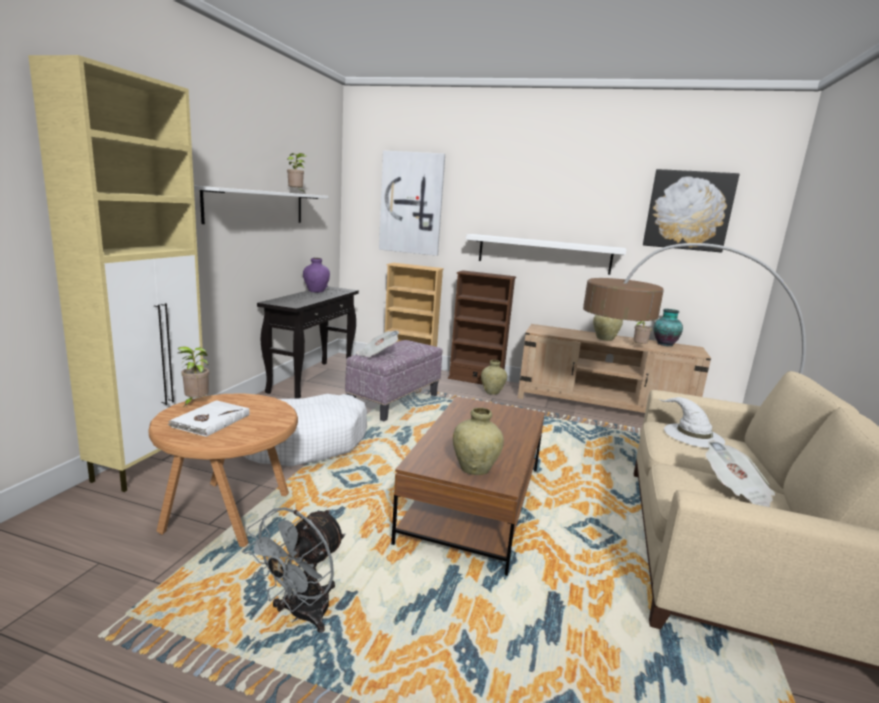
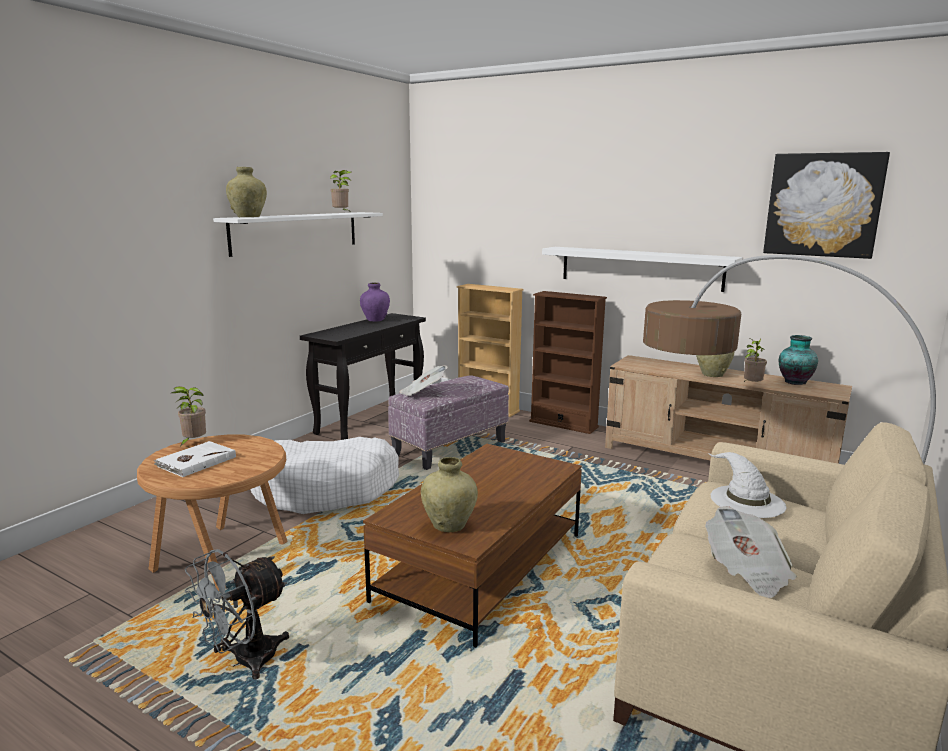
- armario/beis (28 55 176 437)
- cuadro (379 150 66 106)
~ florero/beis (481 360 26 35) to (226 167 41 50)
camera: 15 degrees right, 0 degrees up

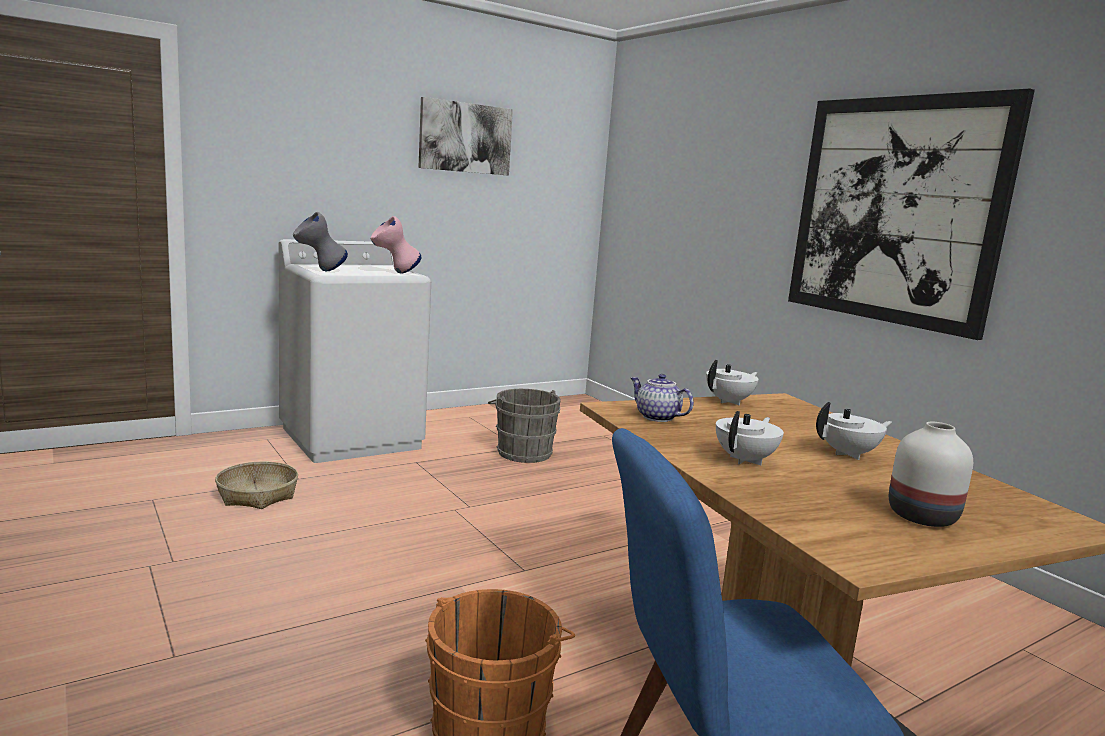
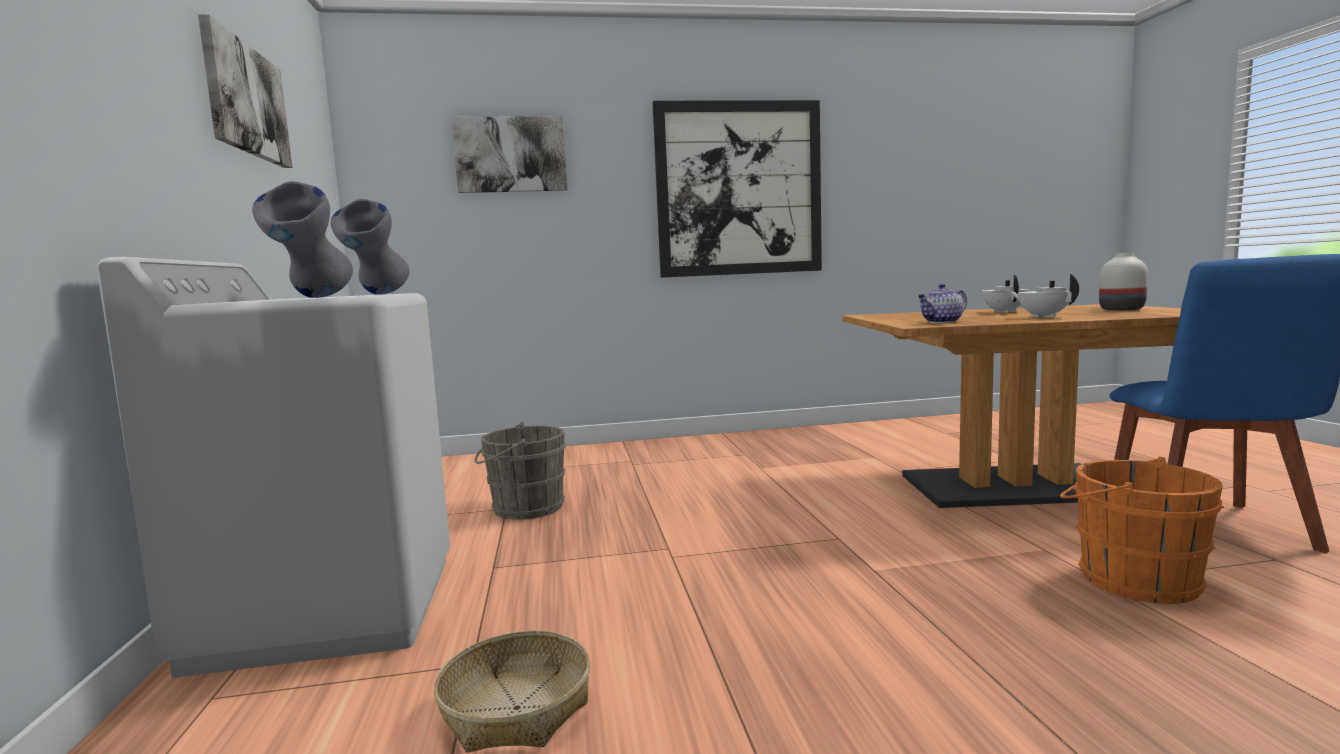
~ florero/rosa (370 216 51 58) to florero/gris (330 199 79 95)
- tetera/blanco (706 360 53 45)
+ cuadro (452 116 116 77)
camera: 65 degrees left, 5 degrees down

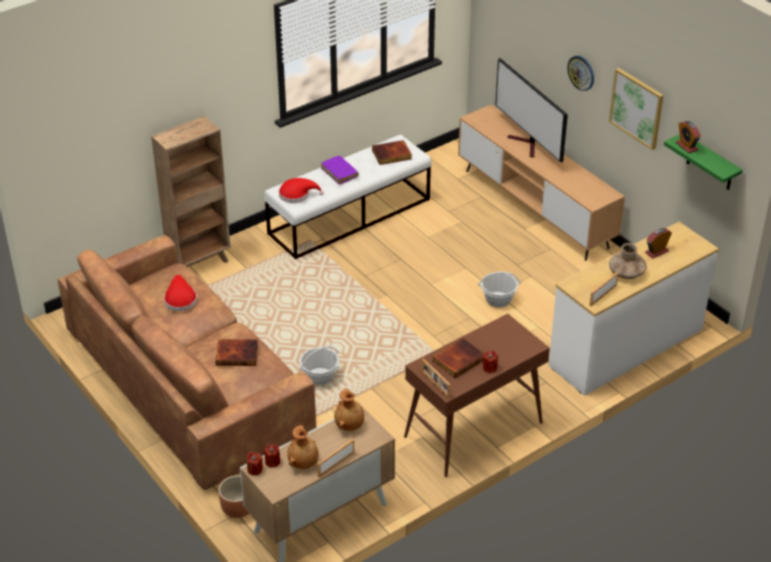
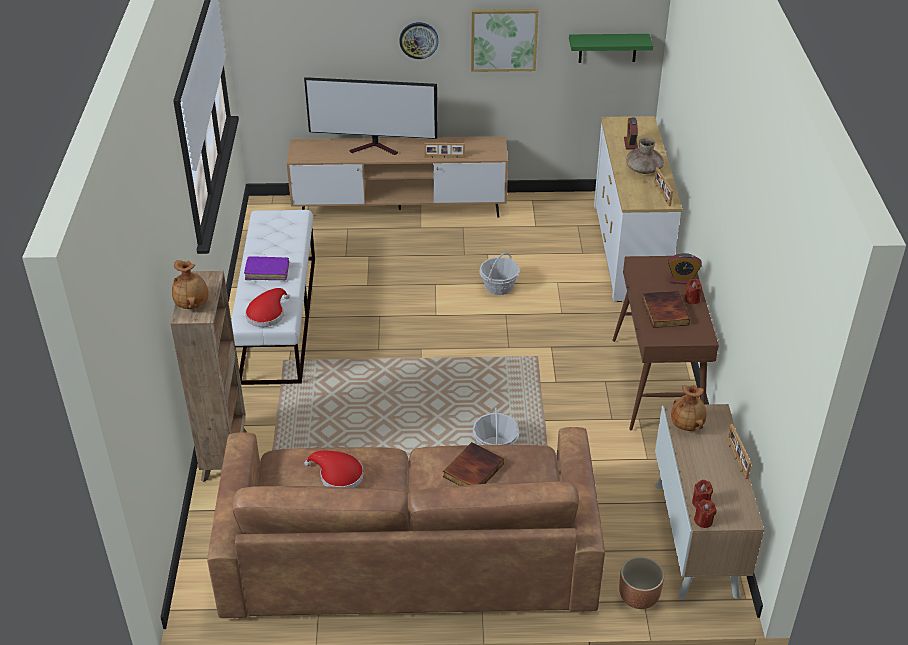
~ despertador (676 121 25 32) to (668 253 34 31)
- libro (372 140 40 25)
~ portarretratos (422 358 28 41) to (424 143 41 15)
~ florero/marrón (287 425 31 44) to (172 260 37 49)
camera: 55 degrees left, 0 degrees up

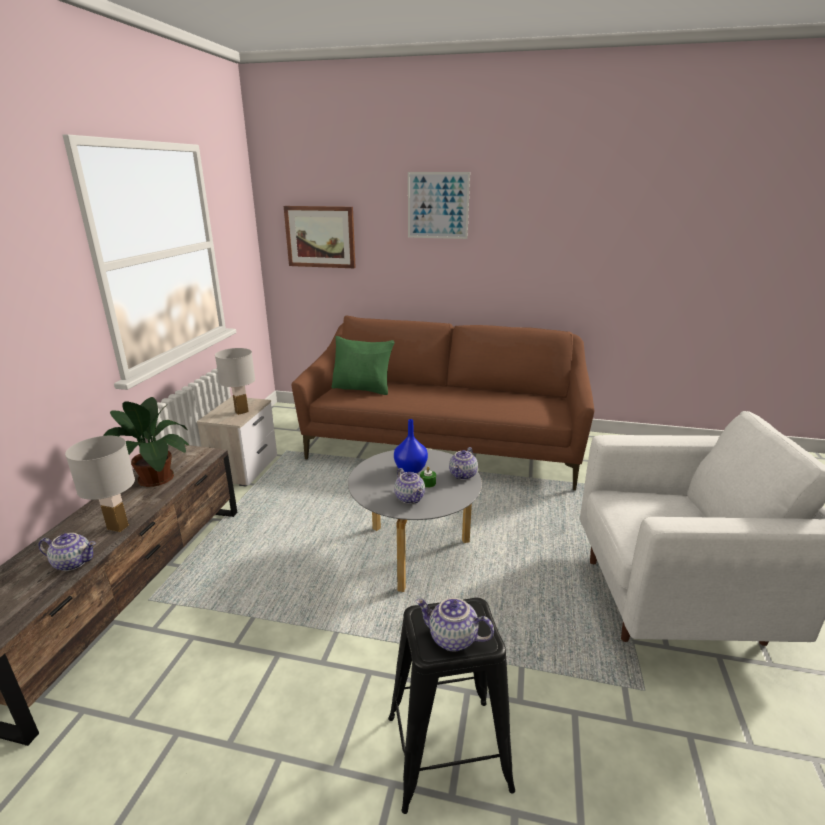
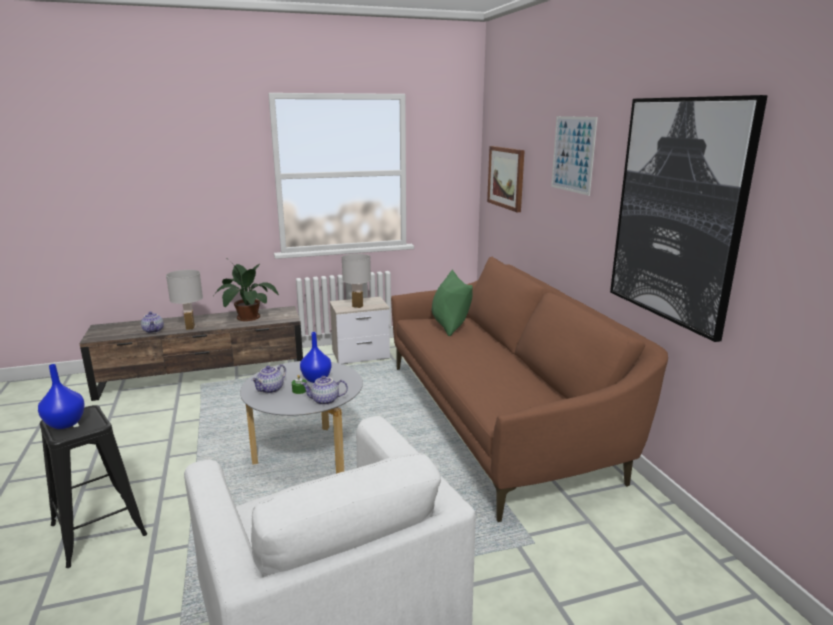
~ tetera (416 598 78 53) to florero/azul (38 364 47 65)
+ cuadro (610 95 158 247)
camera: 60 degrees right, 5 degrees down

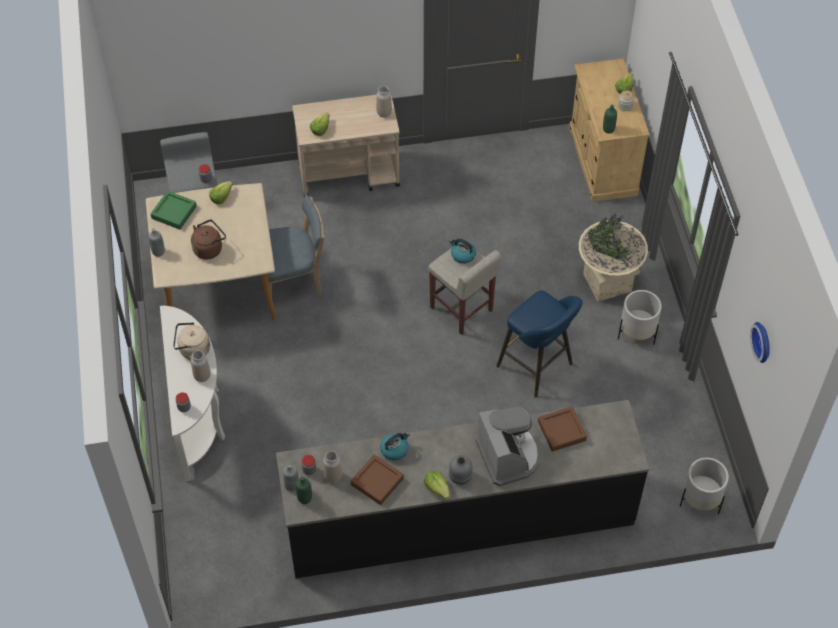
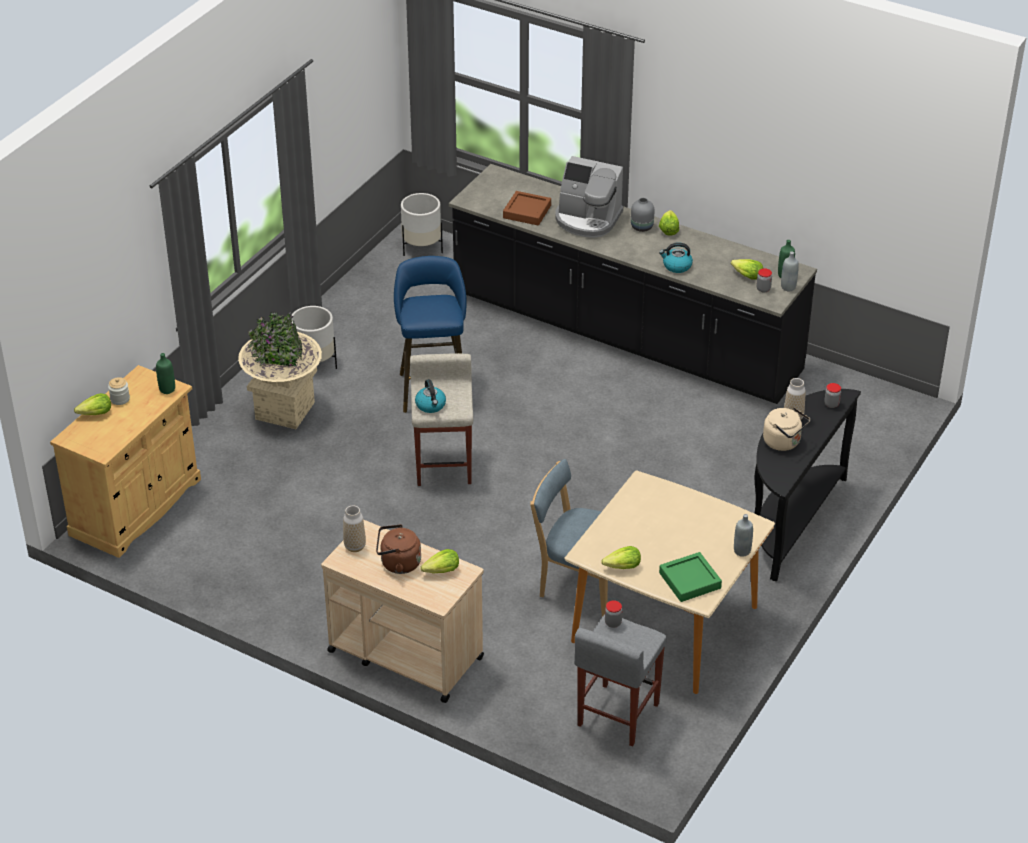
~ hervidor/marrón (191 219 35 40) to (376 524 45 50)
~ mesa consola/blanco (160 306 65 175) to mesa consola/negro (754 389 107 192)
- reloj de pared (750 322 20 41)
~ cafetera (476 407 65 79) = (555 156 68 82) 90 degrees counterclockwise
~ florero (323 451 19 32) to lechuga (731 259 33 21)
- bandeja/marrón (351 455 53 50)
camera: 140 degrees left, 15 degrees down

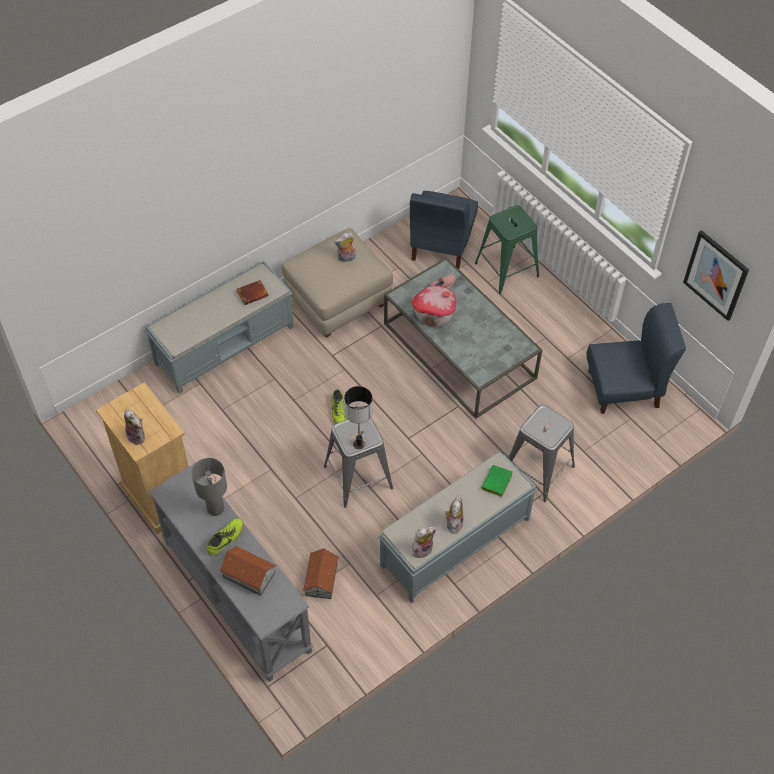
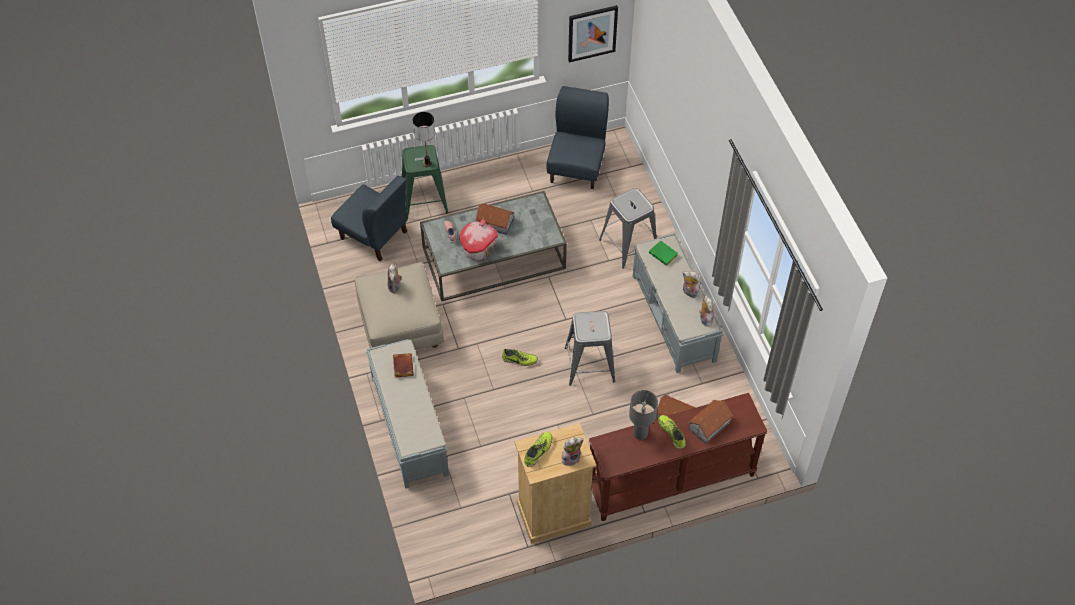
~ lámpara de mesa (344 386 28 63) to (413 112 22 56)
~ mesa consola/gris (149 463 164 219) to mesa consola/marrón (589 393 179 128)
+ casita (475 204 40 31)
+ zapato (524 432 28 35)
camera: 70 degrees left, 0 degrees up

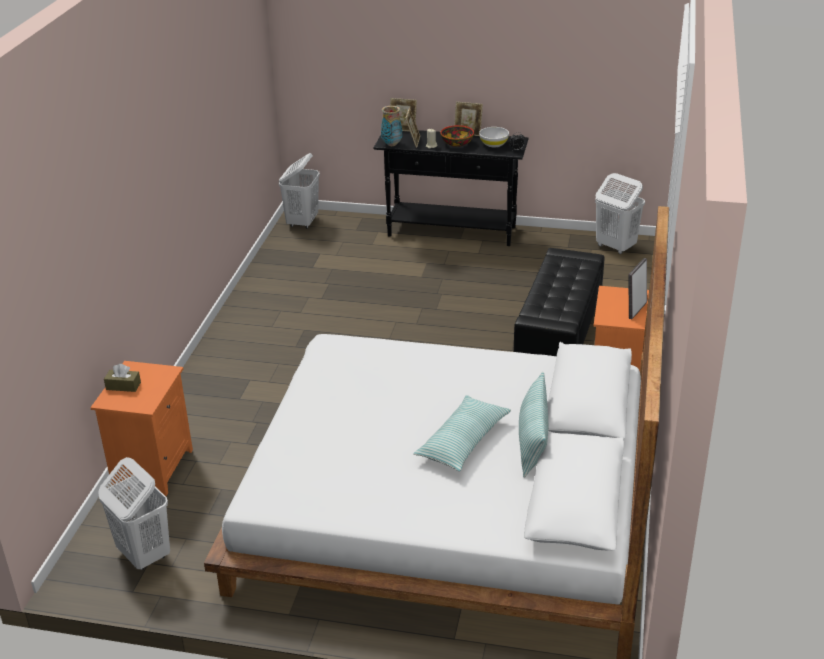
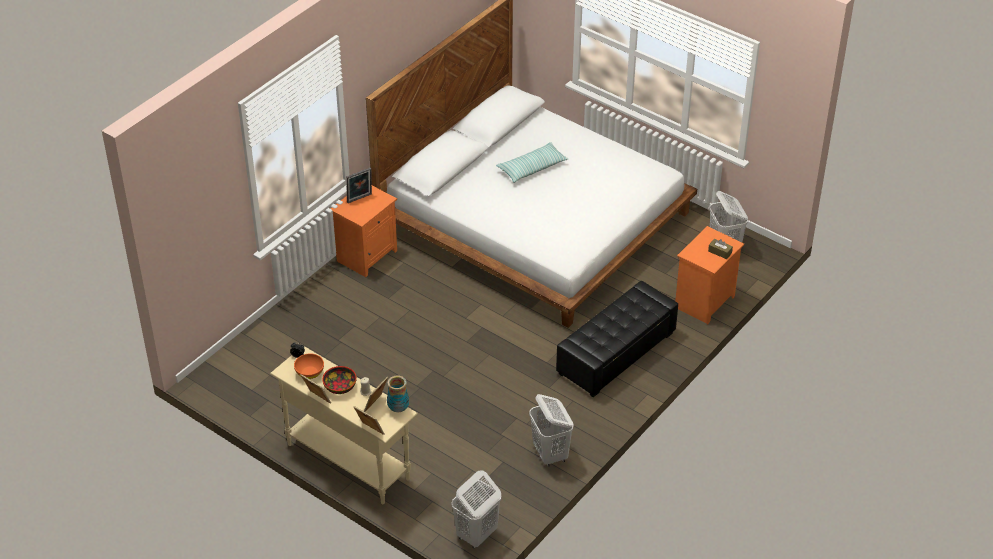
~ cuenco/blanco (479 127 30 20) to cuenco/naranja (294 353 30 26)
~ mesa consola/negro (373 130 156 116) to mesa consola/beis (270 346 148 158)
~ cesto de la ropa/blanco (595 173 50 81) to (529 394 44 73)
~ puf/negro (513 248 92 108) to (556 281 122 116)
- cojín (519 372 29 106)
camera: 155 degrees left, 10 degrees up

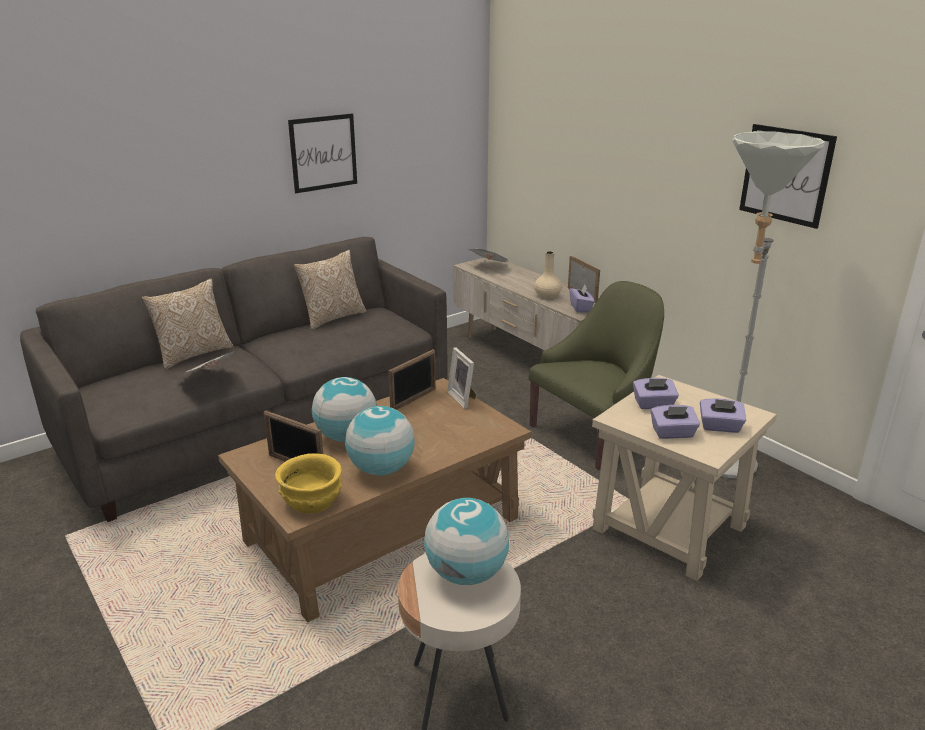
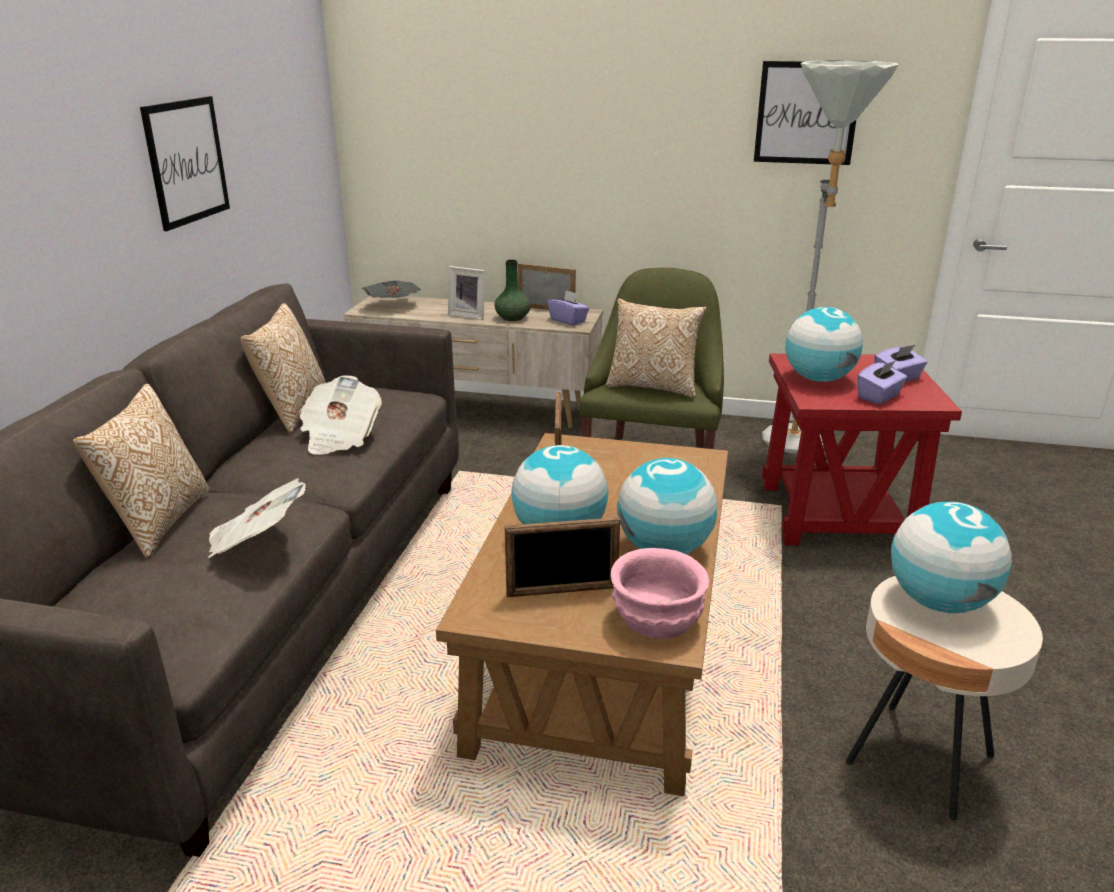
~ florero/beis (534 251 28 48) to florero/verde (494 260 37 61)
~ portarretratos (447 347 29 62) to (448 266 37 54)
~ mesa auxiliar/beis (592 375 185 206) to mesa auxiliar/rojo (762 354 200 192)
~ caja de pañuelos/morado (633 378 46 31) to globo terráqueo (785 307 78 75)
~ cuenco/amarillo (275 453 67 61) to cuenco/rosa (611 548 98 91)
+ cojín (606 299 101 99)
+ periódico (299 375 83 80)
camera: 40 degrees left, 0 degrees up

